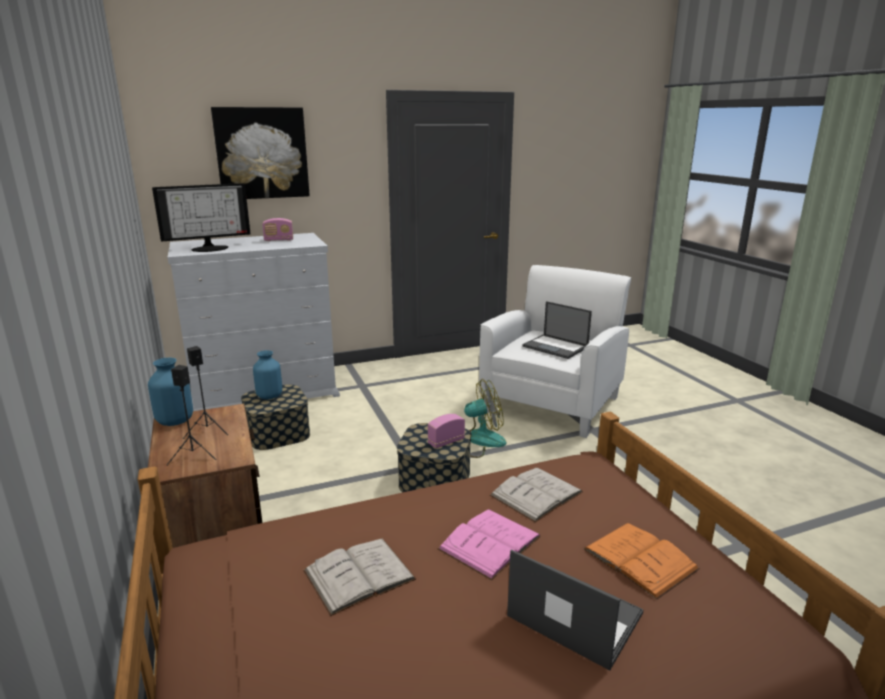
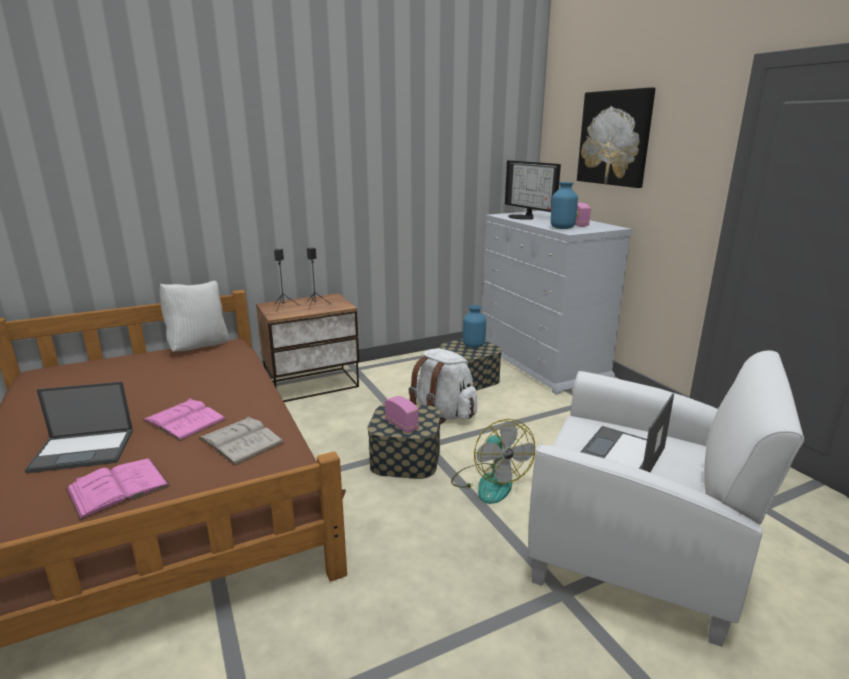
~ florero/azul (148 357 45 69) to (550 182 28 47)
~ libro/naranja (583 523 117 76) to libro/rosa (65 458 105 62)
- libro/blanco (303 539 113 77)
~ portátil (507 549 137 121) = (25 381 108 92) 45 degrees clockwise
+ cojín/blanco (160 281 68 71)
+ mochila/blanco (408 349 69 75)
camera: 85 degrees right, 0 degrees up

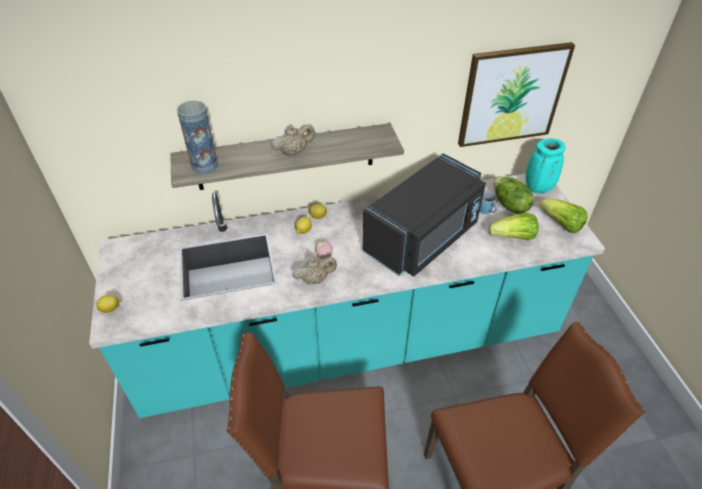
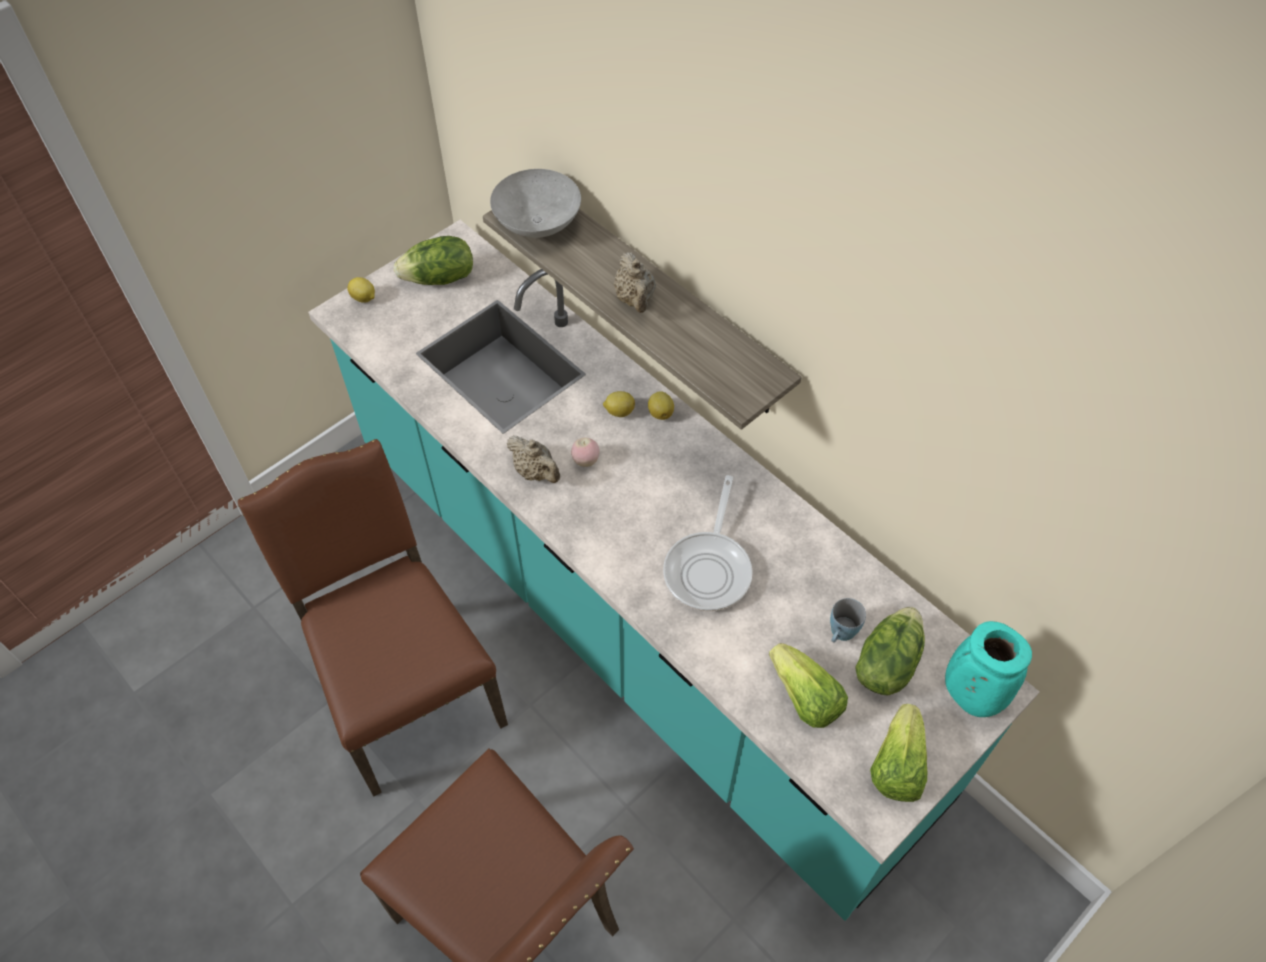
- cuadro (458 42 117 105)
~ florero (177 101 41 73) to cuenco/gris (490 169 91 69)
~ tetera/beis (272 124 43 33) = (614 252 42 61) 45 degrees clockwise
~ microondas/negro (363 153 123 123) to sartén (663 475 90 136)
+ lechuga (394 236 79 49)
camera: 60 degrees right, 10 degrees up

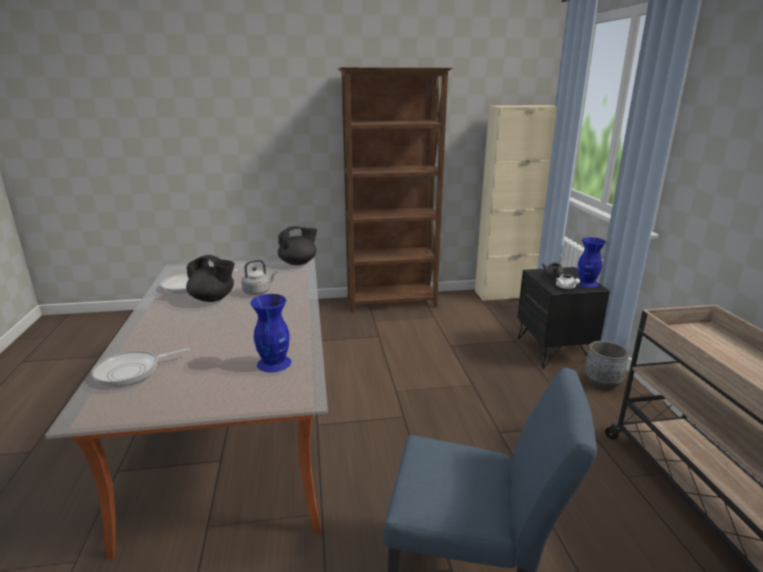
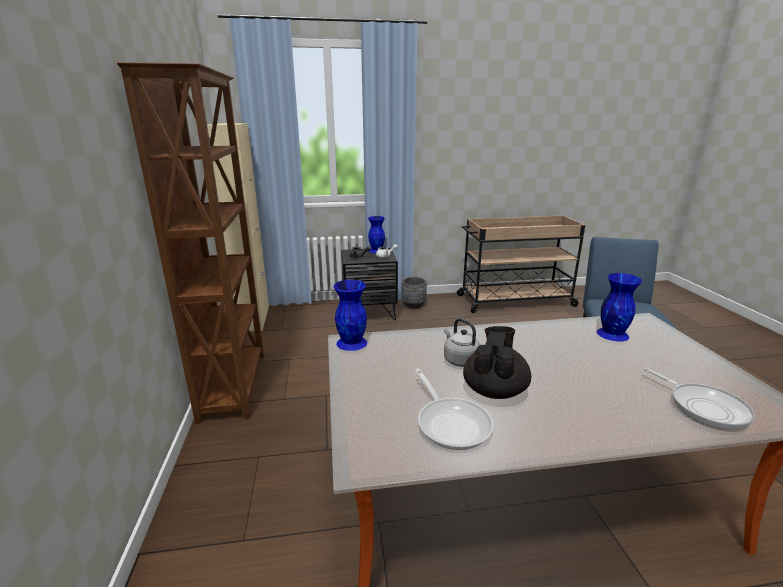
~ tetera/negro (278 226 39 39) to florero/azul (334 280 33 71)
camera: 90 degrees left, 0 degrees up

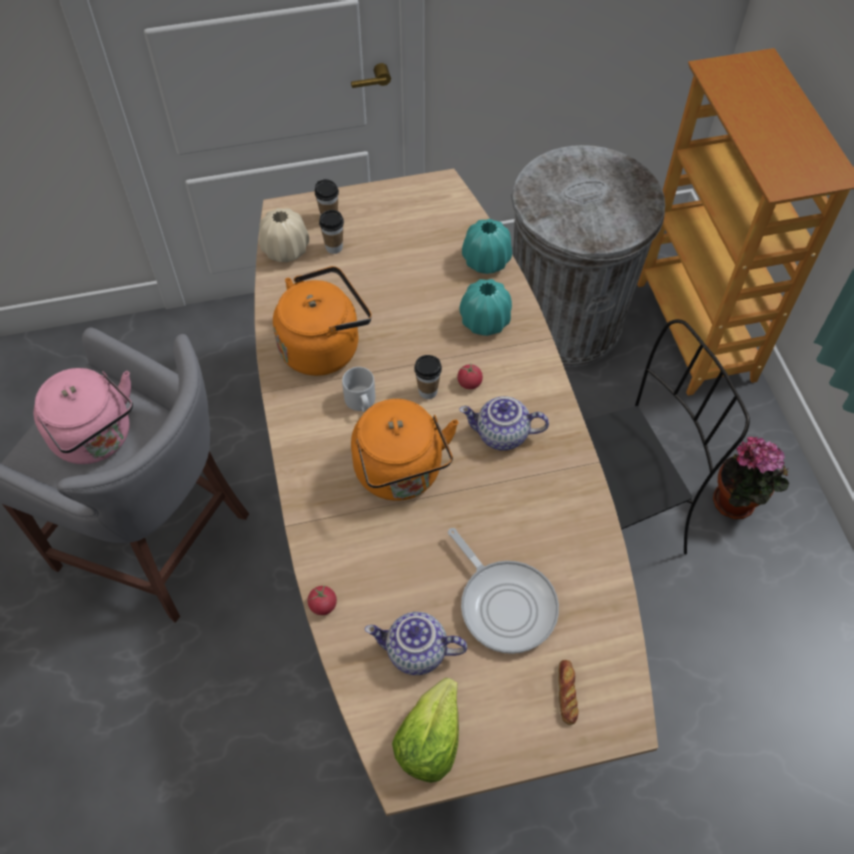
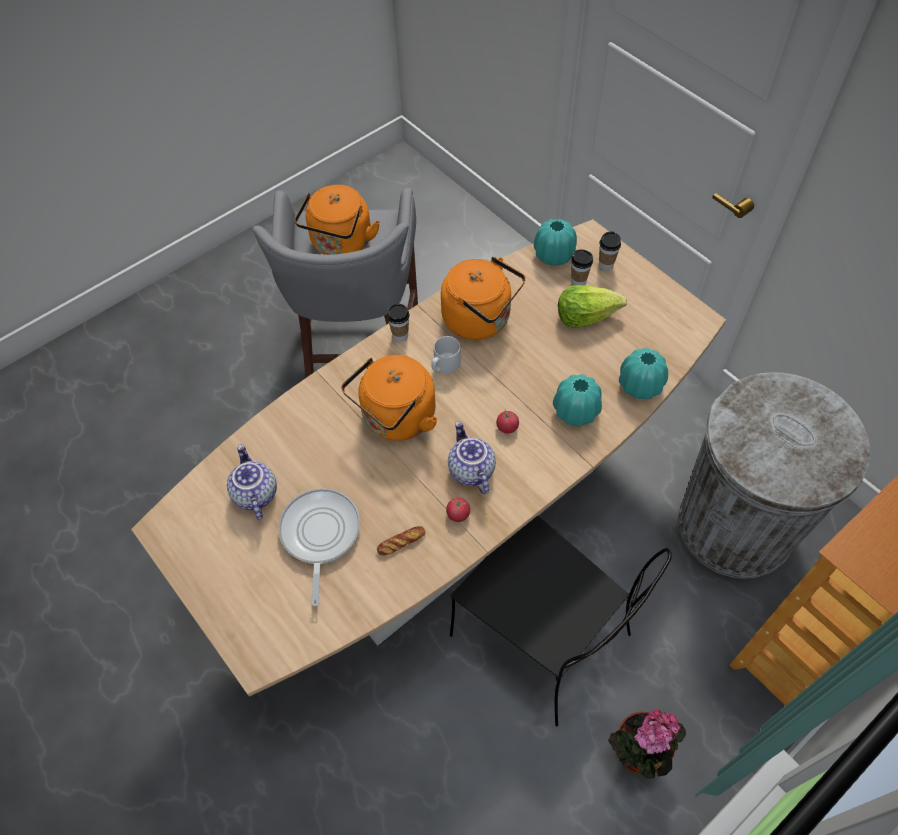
~ florero/beis (259 208 50 54) to florero/turquesa (534 219 43 46)
~ taza (414 355 28 44) to (387 303 22 39)
~ hervidor/rosa (34 368 99 96) to hervidor/naranja (294 185 86 70)
~ sartén (448 528 111 126) = (279 488 81 118) 150 degrees clockwise
~ tomate (307 585 30 30) to (446 498 24 24)
~ pan (558 660 21 65) to (377 526 49 30)
~ lechuga (392 678 67 105) to (558 285 69 43)
camera: 65 degrees right, 0 degrees up

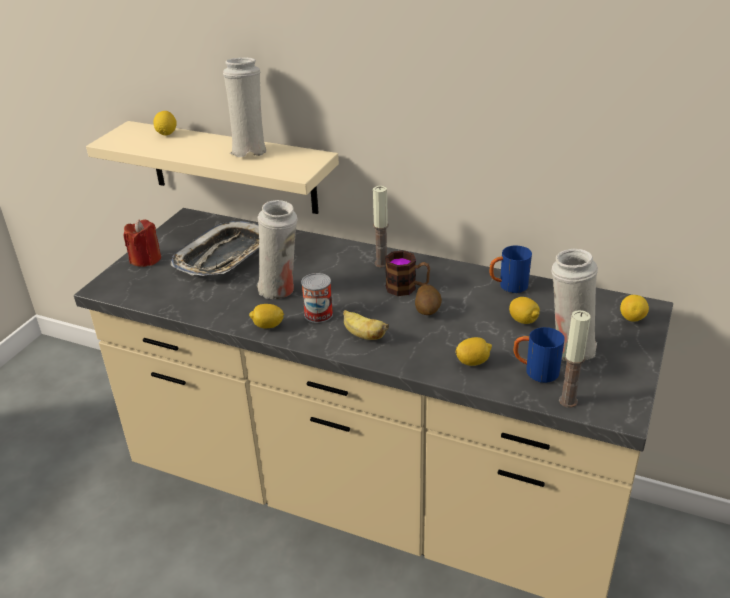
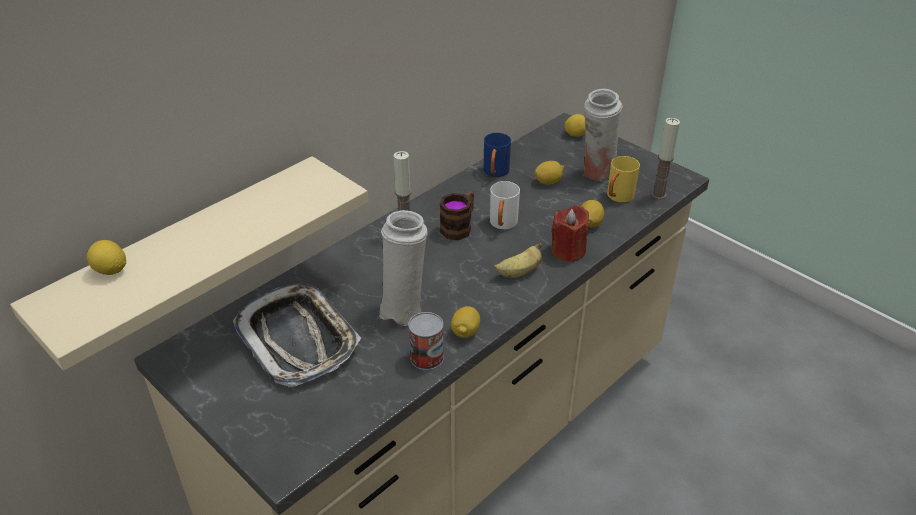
- florero/blanco (223 57 43 100)
~ vela/rojo (124 219 37 48) to (551 205 38 57)
~ lata (301 273 32 50) to (408 312 36 58)
~ patata (415 284 27 31) to taza grande/blanco (490 181 30 48)
~ taza grande/azul (513 327 52 56) to taza grande/amarillo (607 156 33 46)
camera: 70 degrees left, 5 degrees up

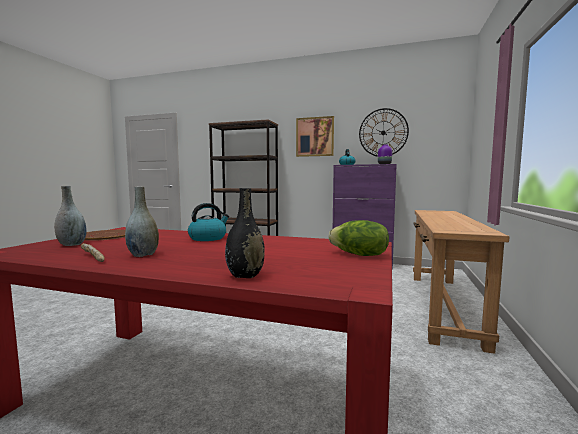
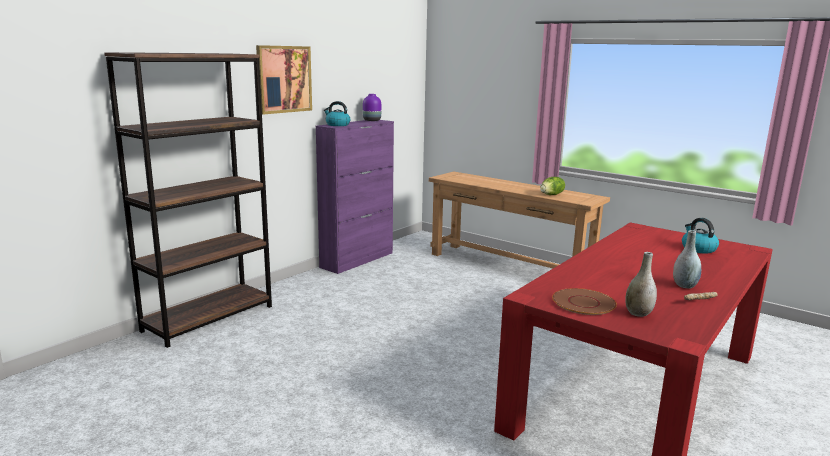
- reloj de pared (359 108 50 49)
- florero/negro (225 188 40 90)
~ hervidor (188 203 41 38) to (682 218 37 36)
~ lechuga (328 220 61 36) to (540 177 25 18)
camera: 70 degrees left, 10 degrees up

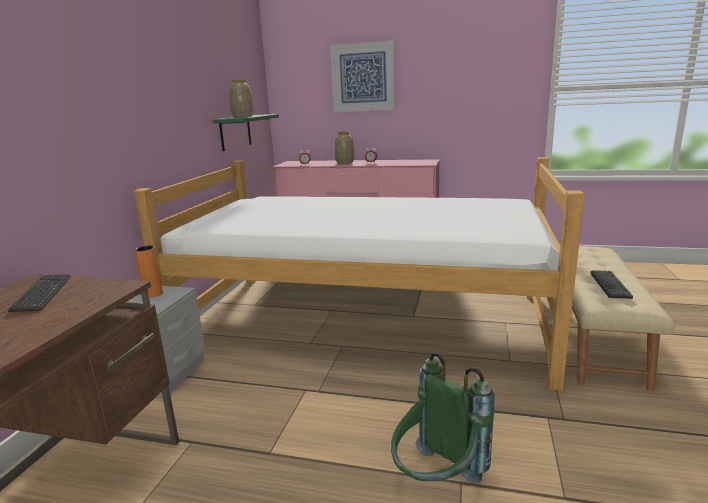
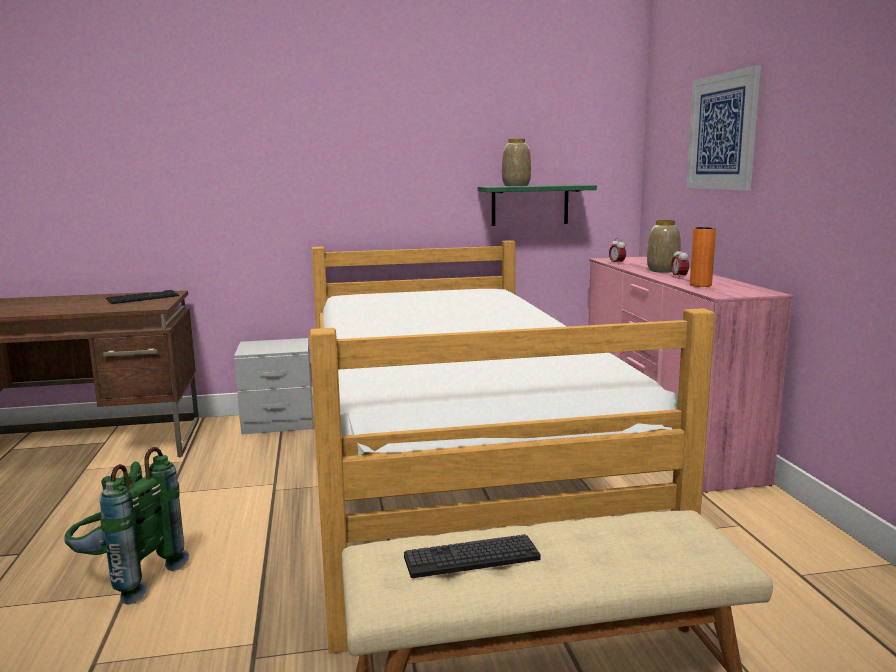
~ florero/naranja (135 245 28 53) to (690 227 26 60)
camera: 65 degrees right, 5 degrees down

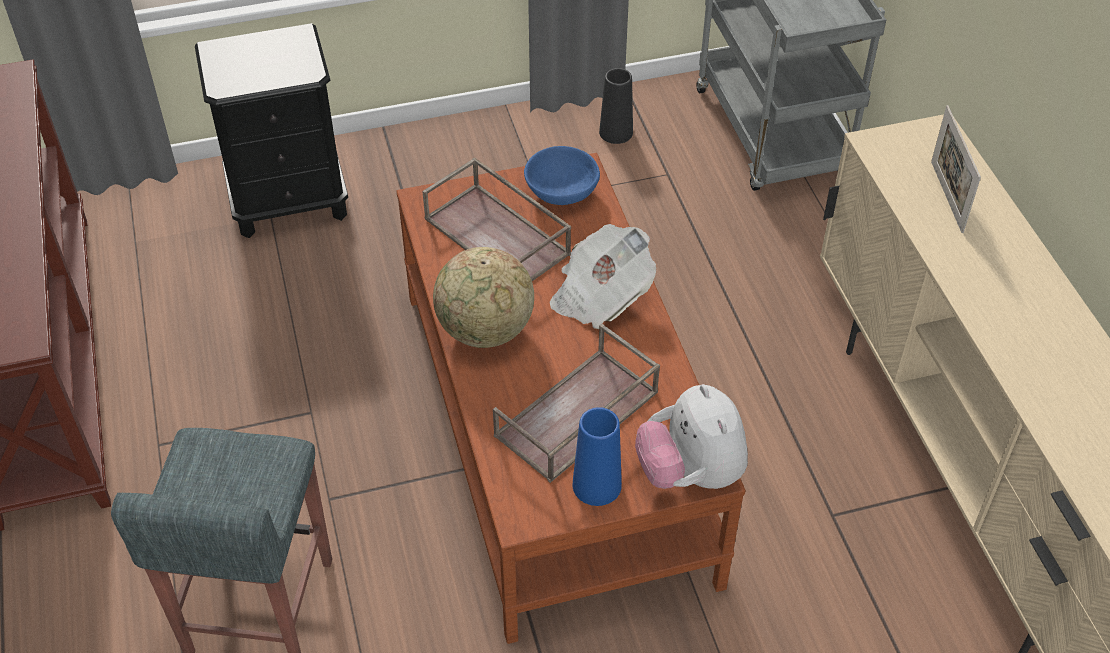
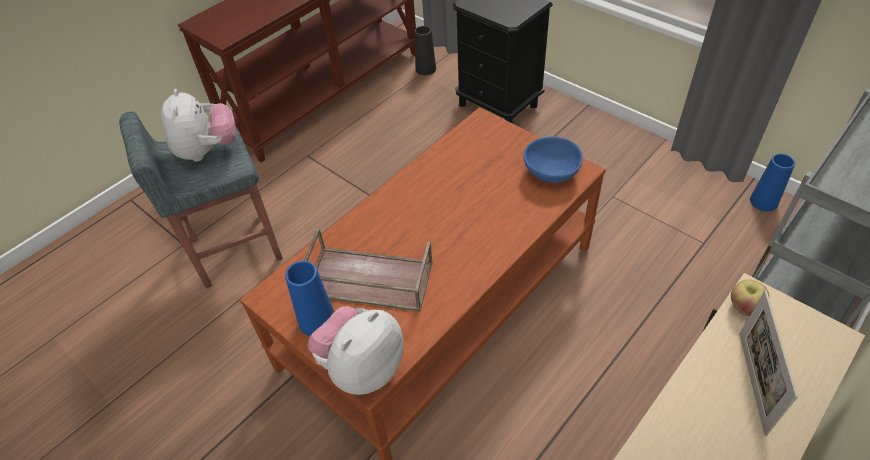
~ florero/negro (599 68 34 76) to (415 26 21 49)
~ portarretratos (931 105 50 128) = (739 290 59 146) 45 degrees counterclockwise
- bandeja/marrón (422 157 149 124)
- periódico (550 224 106 105)
- globo terráqueo (433 247 101 101)
+ peluche (161 89 75 73)
+ florero/azul (750 154 45 58)
+ manzana (731 280 38 36)
camera: 60 degrees right, 0 degrees up

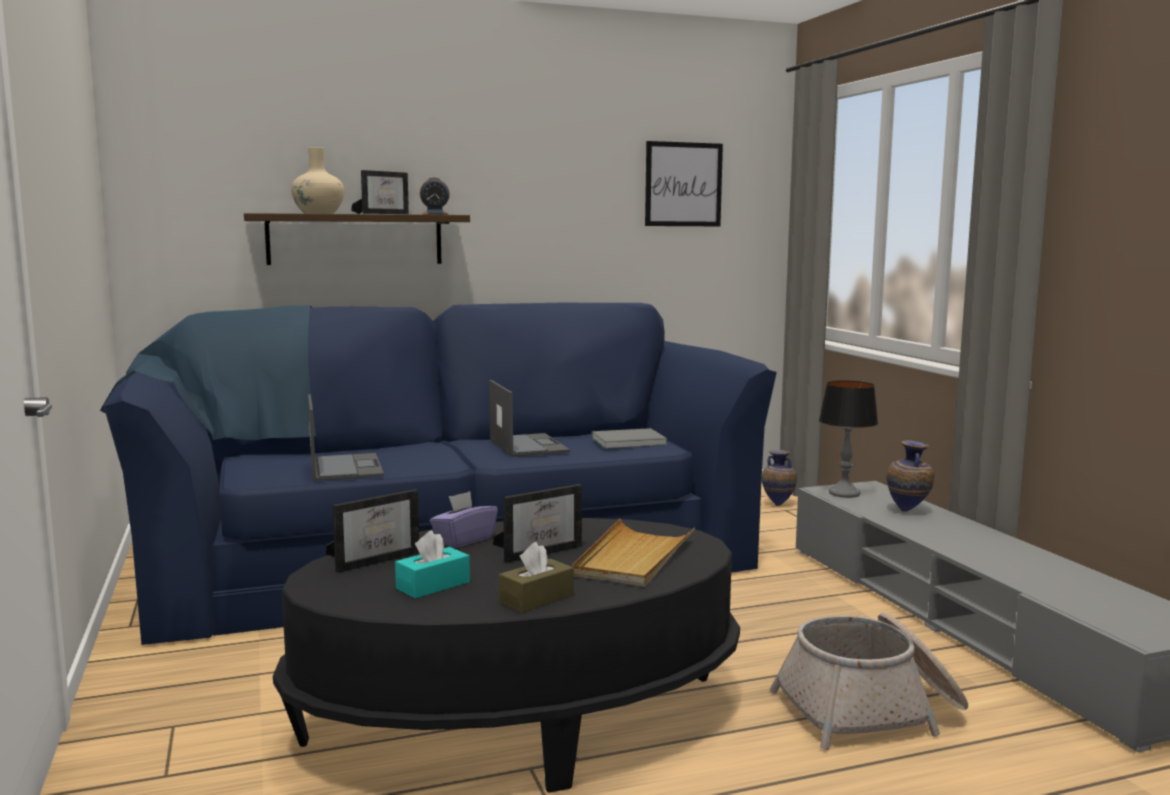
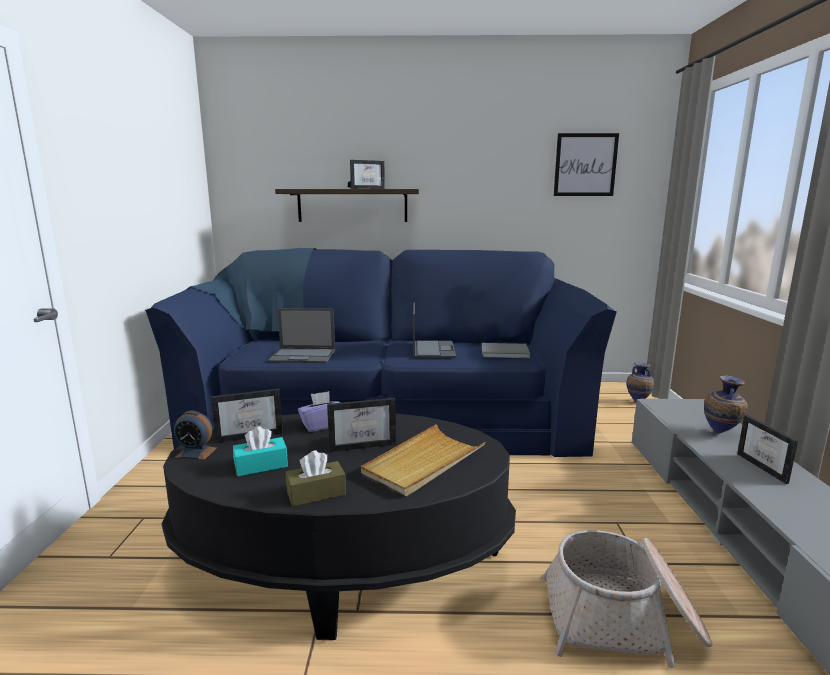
- florero/beis (291 147 53 67)
~ despertador (420 177 30 38) to (174 411 43 49)
- lámpara de mesa (819 381 59 117)
~ portátil (308 394 76 87) = (267 308 68 55) 90 degrees clockwise
+ portarretratos (737 415 61 69)
camera: 20 degrees right, 5 degrees up

